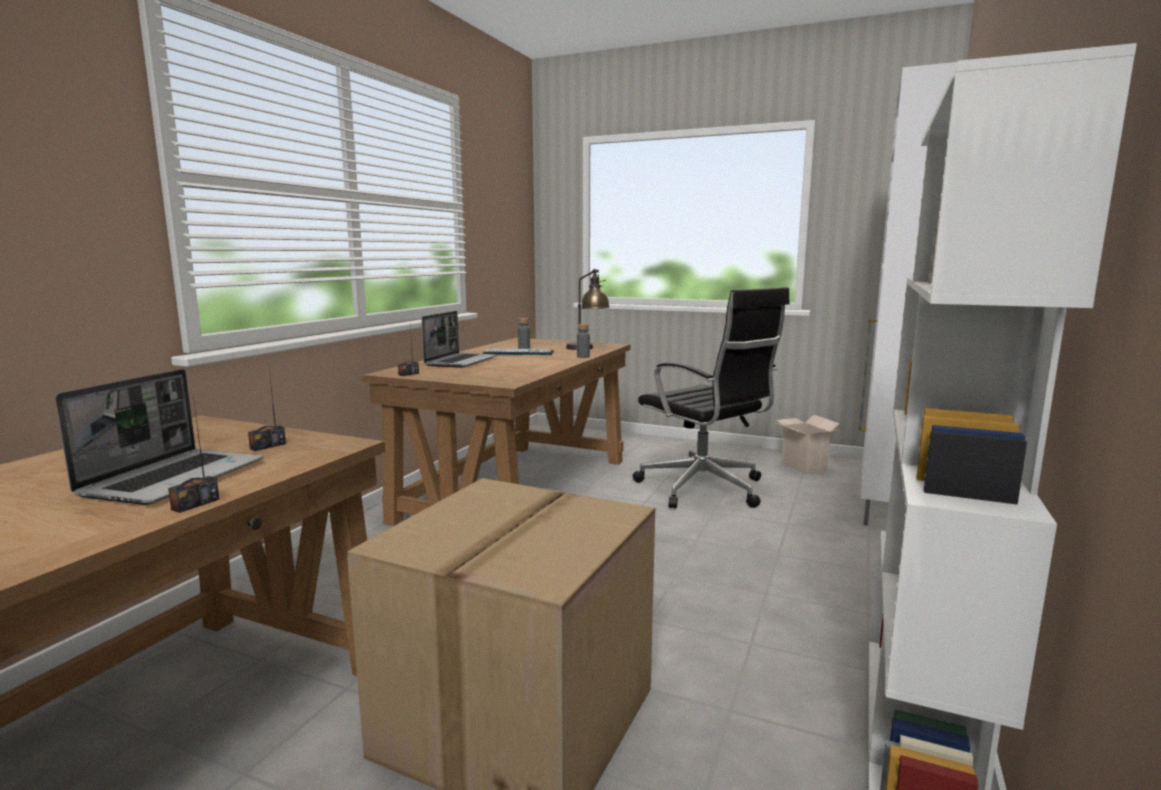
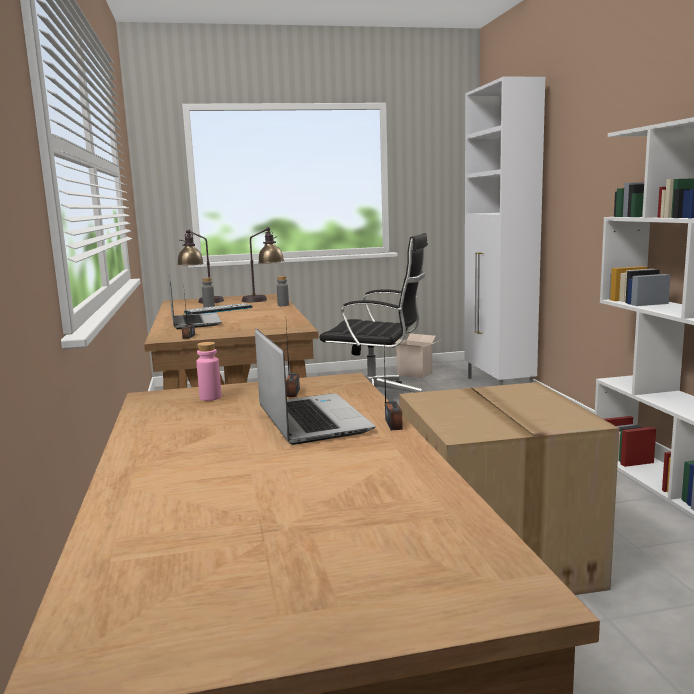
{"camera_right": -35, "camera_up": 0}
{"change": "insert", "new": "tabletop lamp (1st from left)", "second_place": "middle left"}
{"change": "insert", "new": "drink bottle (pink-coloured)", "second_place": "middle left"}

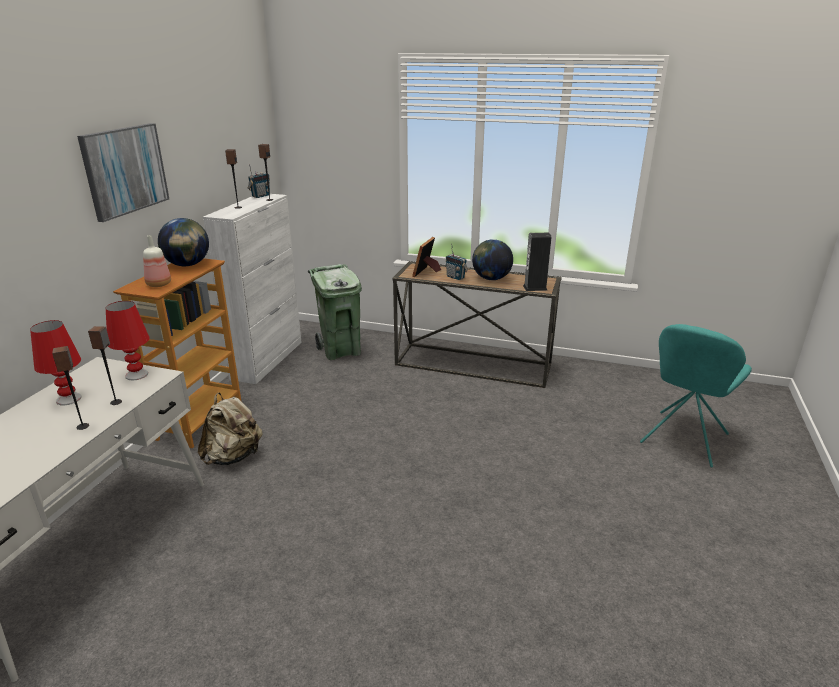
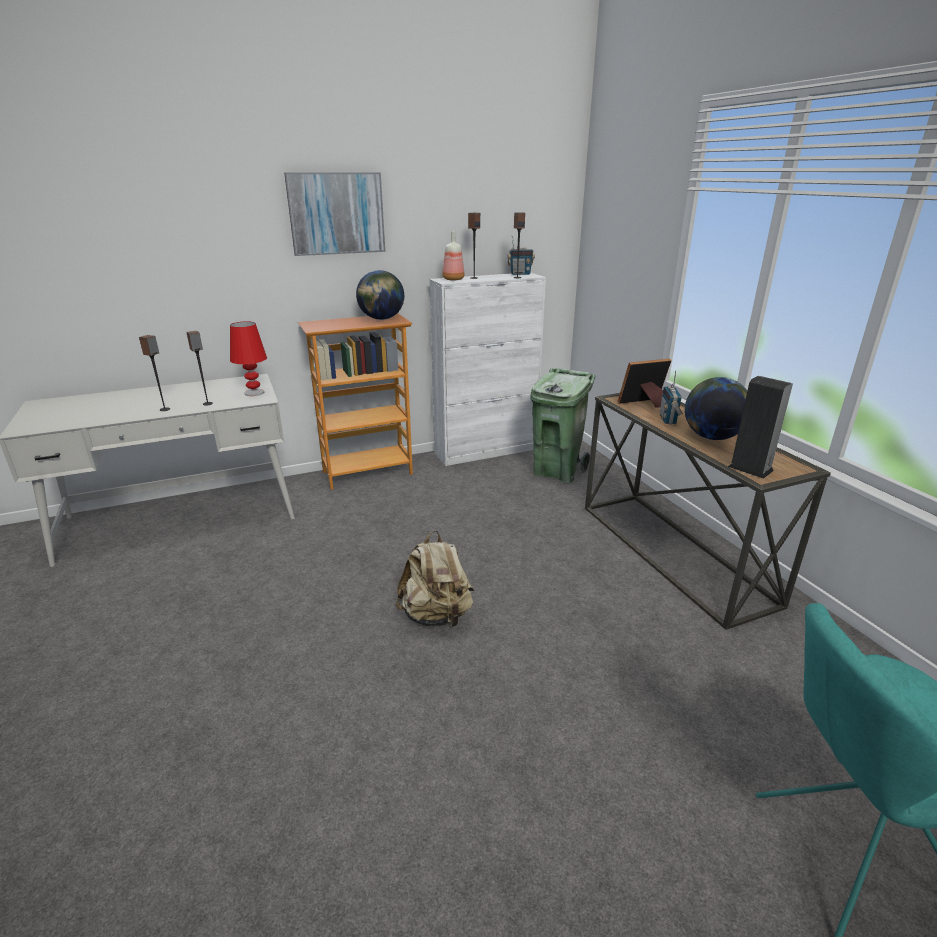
{"camera_right": 50, "camera_up": 0}
{"change": "move", "old": "drink bottle", "first_place": "middle left", "second_place": "top centre"}
{"change": "delete", "old": "tabletop lamp (red-coloured) (1st from left)", "first_place": "middle left"}
{"change": "move", "old": "rucksack (sand-coloured)", "first_place": "middle left", "second_place": "centre"}

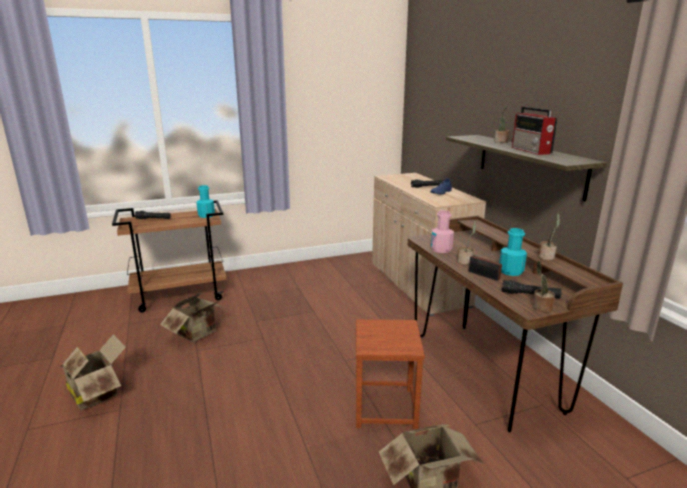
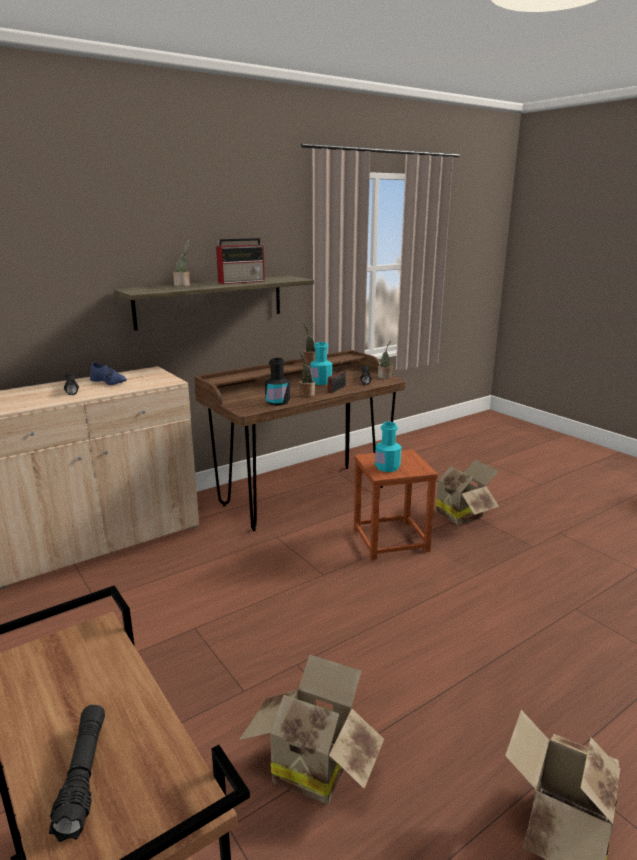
{"camera_right": -105, "camera_up": 0}
{"change": "move", "old": "drink bottle (turquoise-coloured) (1st from left in the first image)", "new": "drink bottle (turquoise-coloured) (2nd from left)", "first_place": "middle left", "second_place": "centre"}
{"change": "recolor", "old": "drink bottle (pink-coloured)", "new": "drink bottle (black-coloured)", "first_place": "centre", "second_place": "centre"}

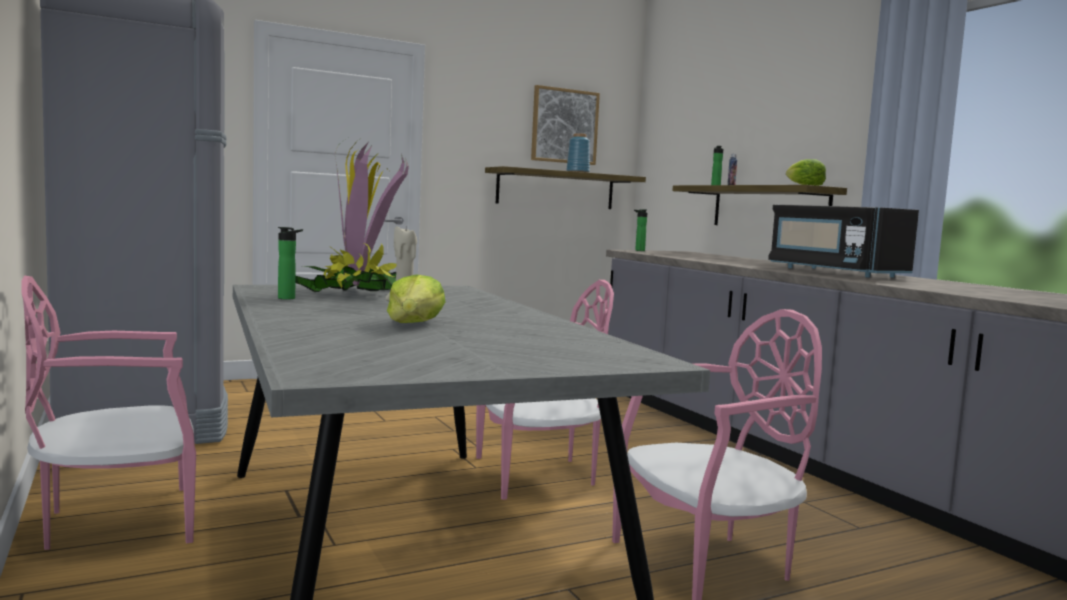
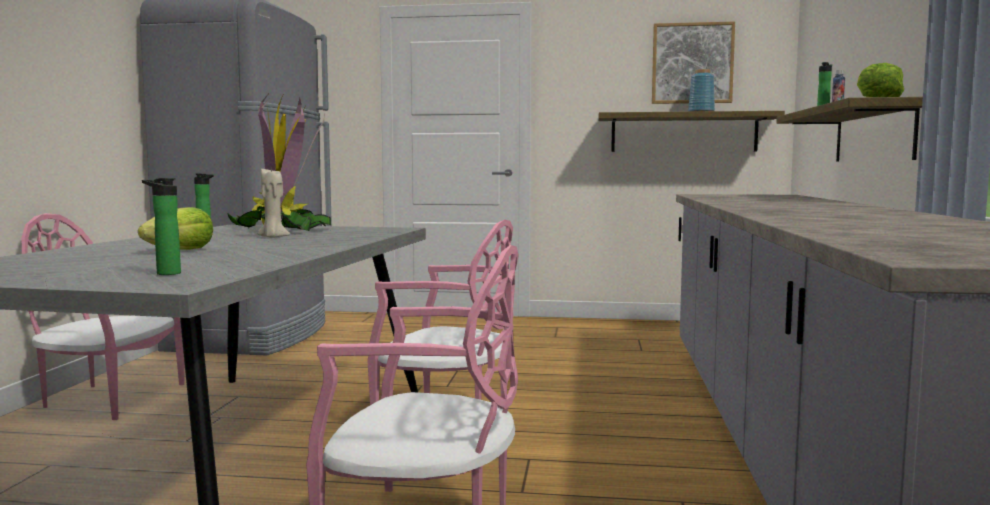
{"camera_right": 35, "camera_up": 0}
{"change": "delete", "old": "microwave (black-coloured)", "first_place": "middle right"}
{"change": "move", "old": "drink bottle (2nd from left in the first image)", "new": "drink bottle (1st from left)", "first_place": "centre", "second_place": "middle left"}

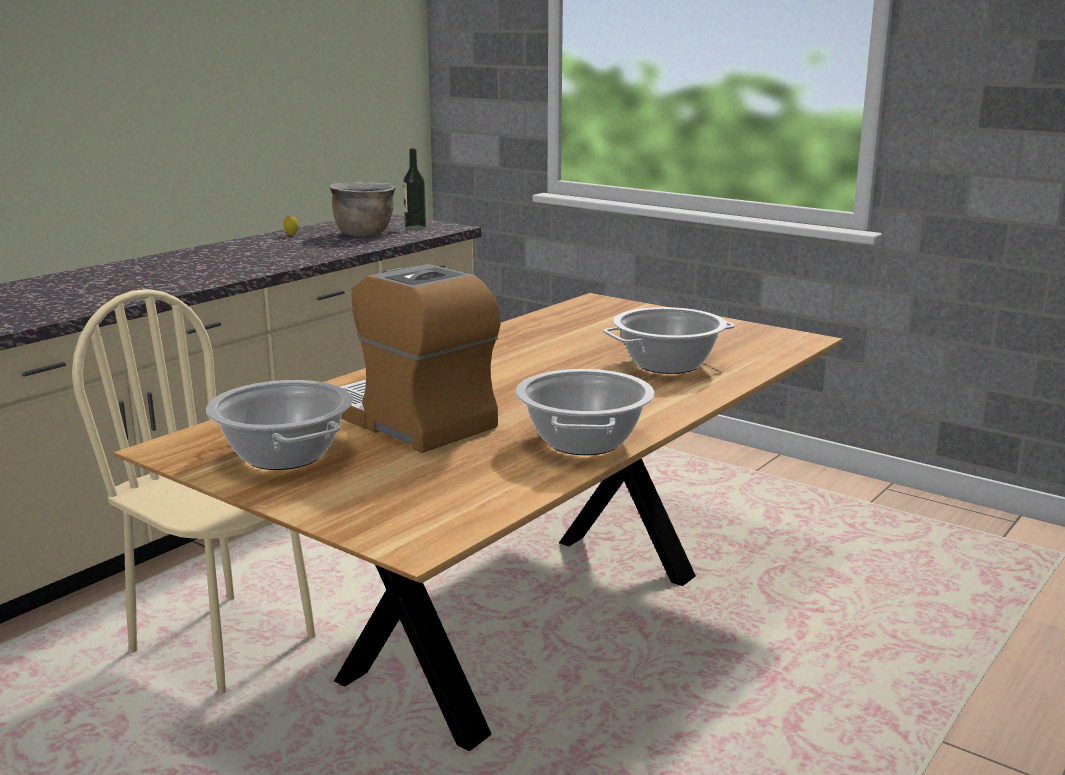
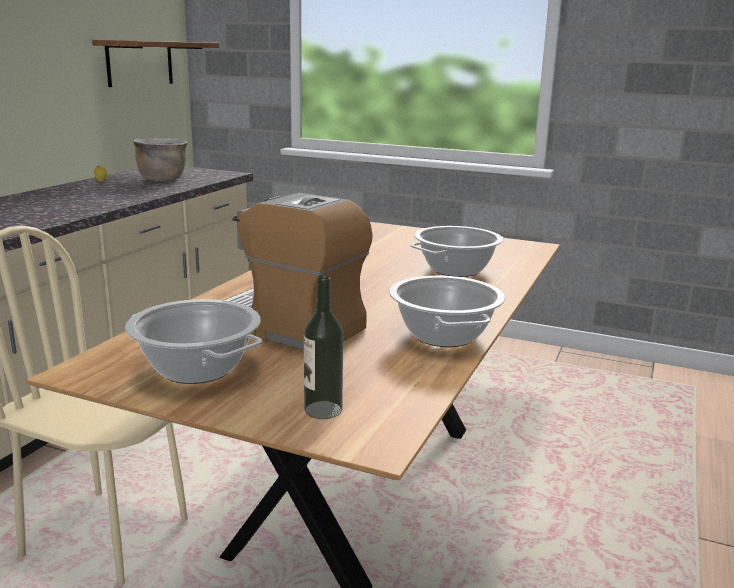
{"camera_right": -15, "camera_up": 0}
{"change": "move", "old": "drink bottle", "first_place": "top centre", "second_place": "centre"}
{"change": "insert", "new": "shelf", "second_place": "top left"}

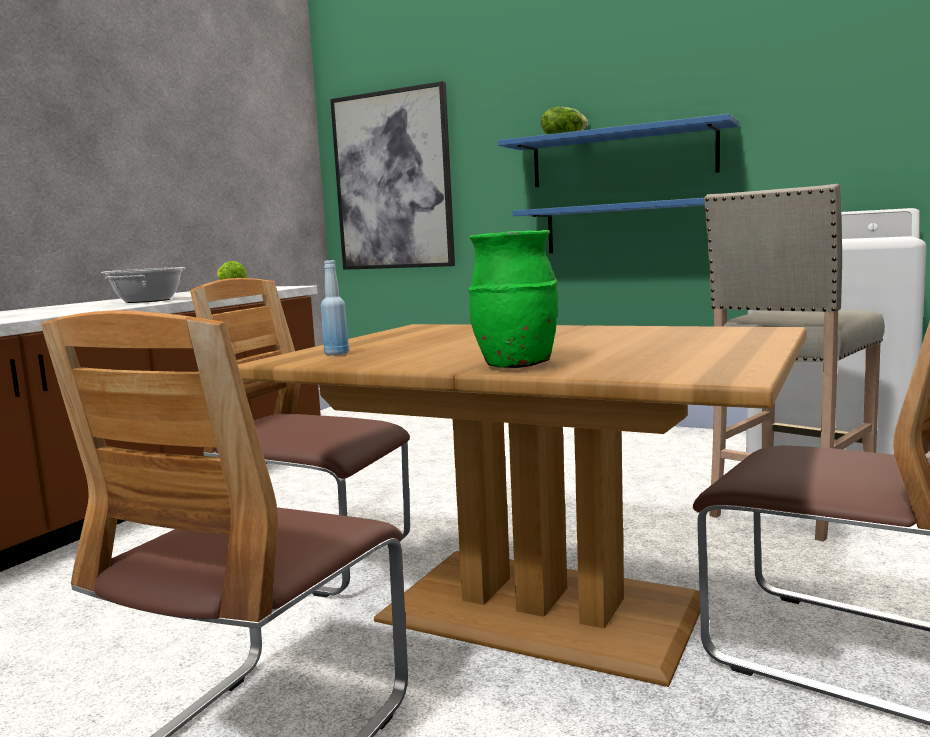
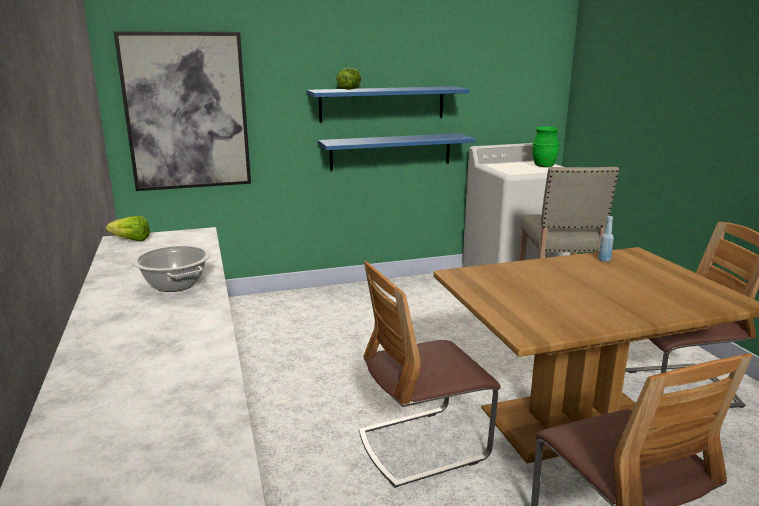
{"camera_right": -45, "camera_up": 10}
{"change": "move", "old": "decorative vase (greenish)", "first_place": "centre", "second_place": "top right"}
{"change": "move", "old": "drink bottle (bluish)", "first_place": "centre", "second_place": "middle right"}

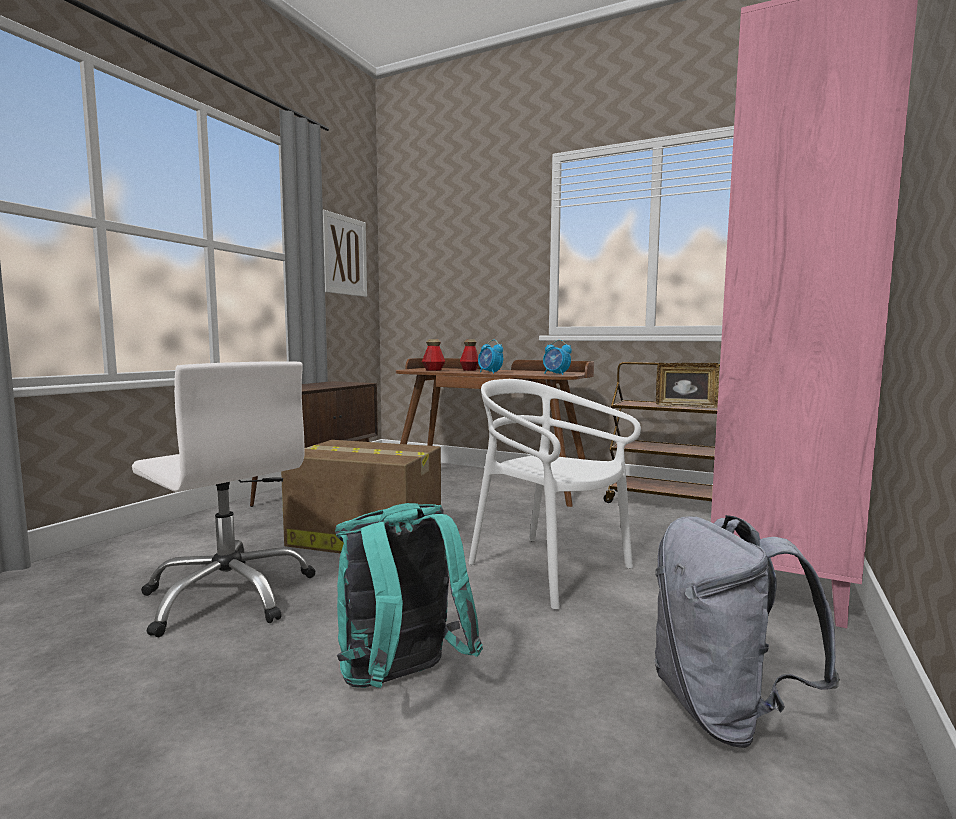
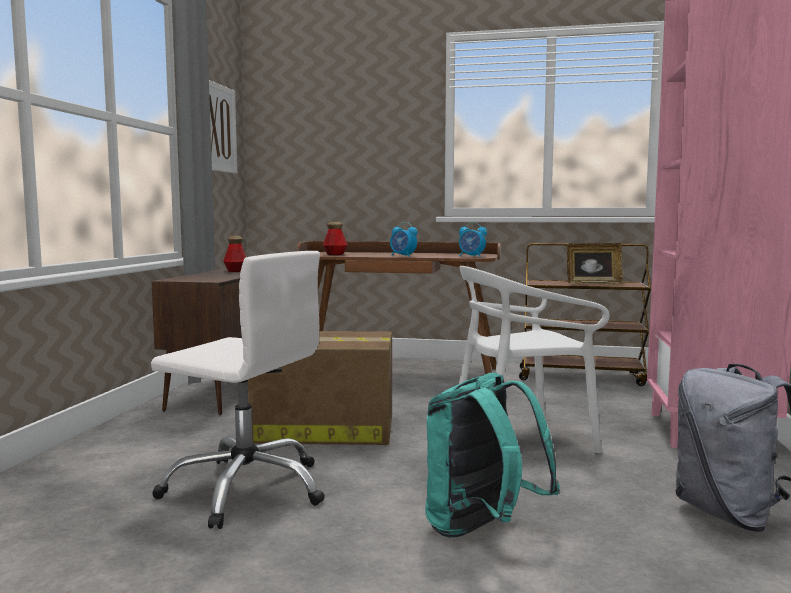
{"camera_right": -15, "camera_up": 0}
{"change": "move", "old": "drink bottle (2nd from left in the first image)", "new": "drink bottle (1st from left)", "first_place": "centre", "second_place": "middle left"}
{"change": "rotate", "old": "plain chair (white-coloured)", "first_place": "centre", "second_place": "middle right", "degrees": -45}

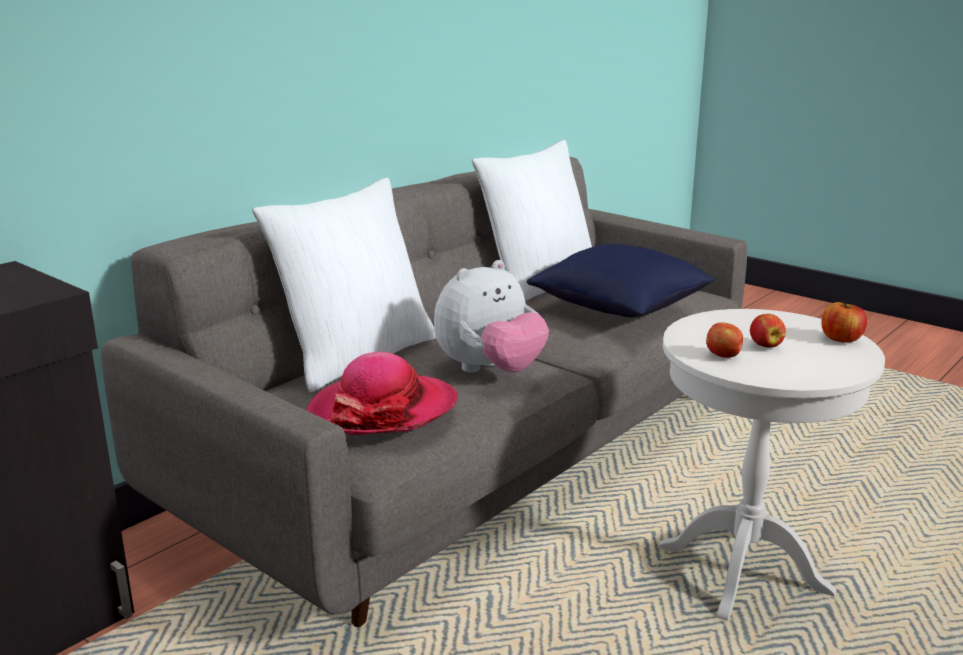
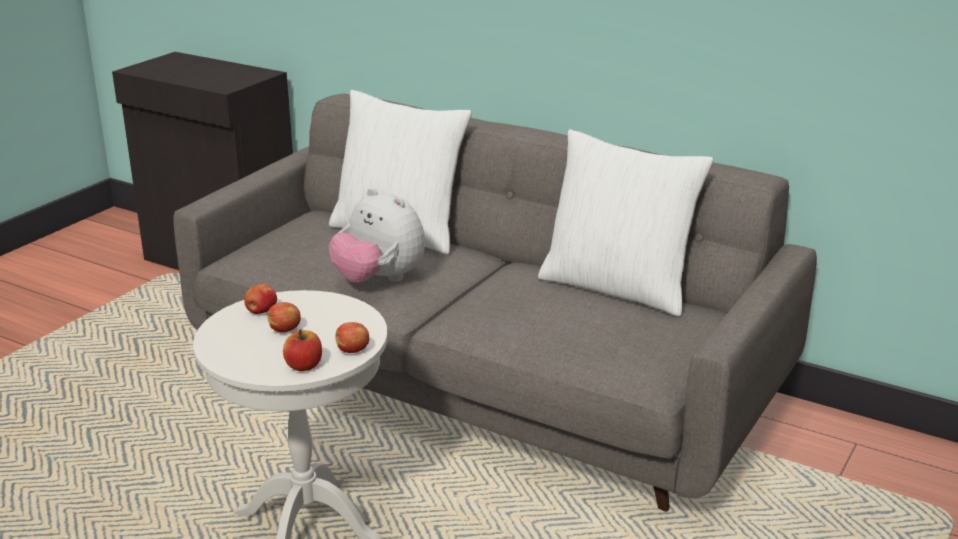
{"camera_right": 80, "camera_up": 5}
{"change": "delete", "old": "pillow (bluish)", "first_place": "centre"}
{"change": "delete", "old": "hat", "first_place": "centre"}
{"change": "insert", "new": "whole apple (4th from left)", "second_place": "centre"}

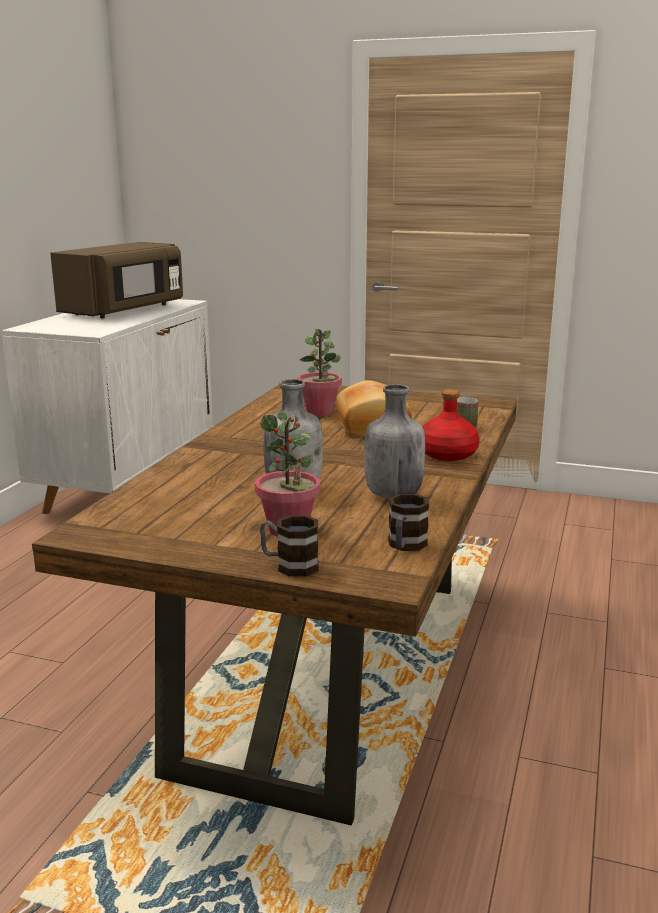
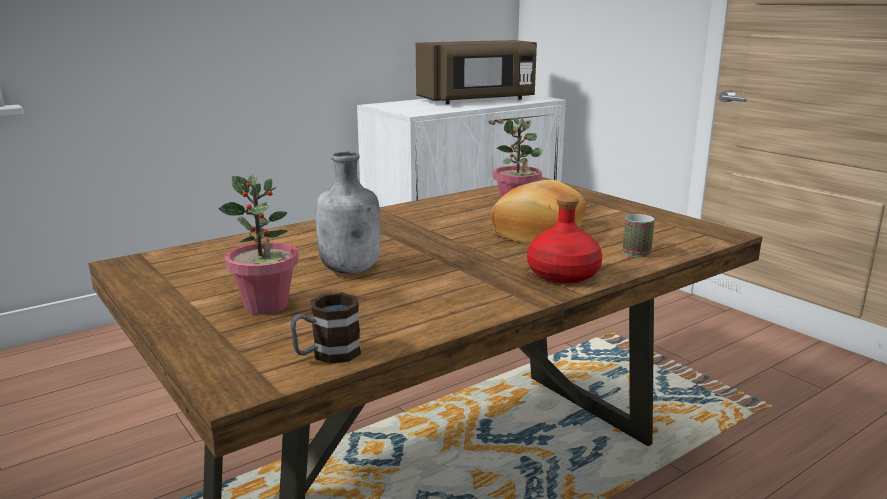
{"camera_right": 35, "camera_up": 0}
{"change": "delete", "old": "drink bottle (gray) (2nd from left)", "first_place": "centre"}
{"change": "delete", "old": "tea mug (1st from left)", "first_place": "centre"}

